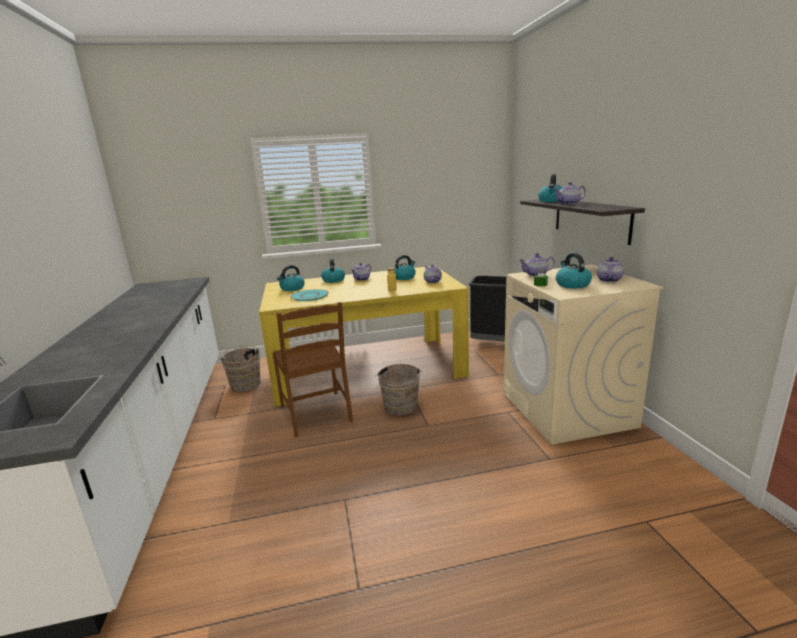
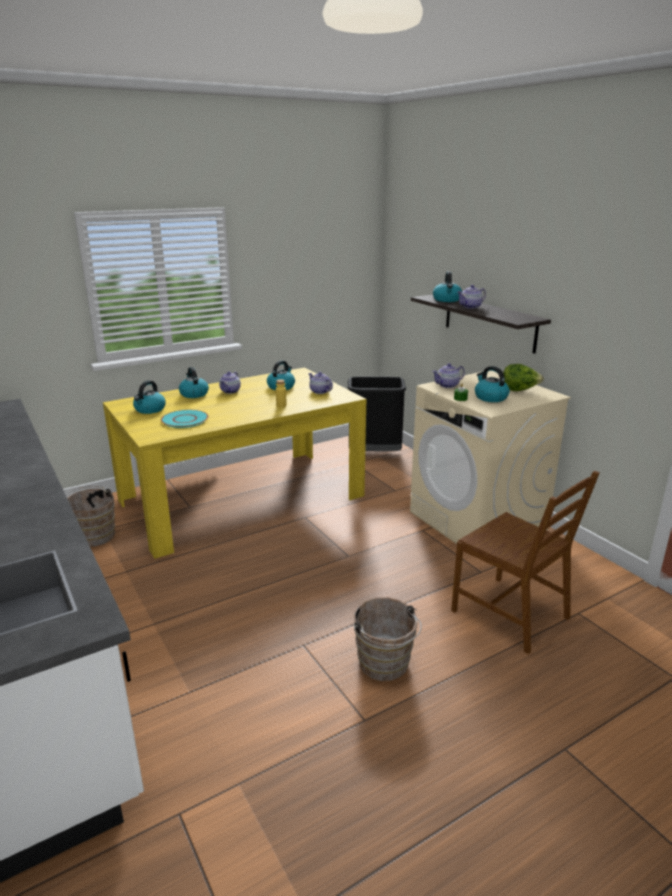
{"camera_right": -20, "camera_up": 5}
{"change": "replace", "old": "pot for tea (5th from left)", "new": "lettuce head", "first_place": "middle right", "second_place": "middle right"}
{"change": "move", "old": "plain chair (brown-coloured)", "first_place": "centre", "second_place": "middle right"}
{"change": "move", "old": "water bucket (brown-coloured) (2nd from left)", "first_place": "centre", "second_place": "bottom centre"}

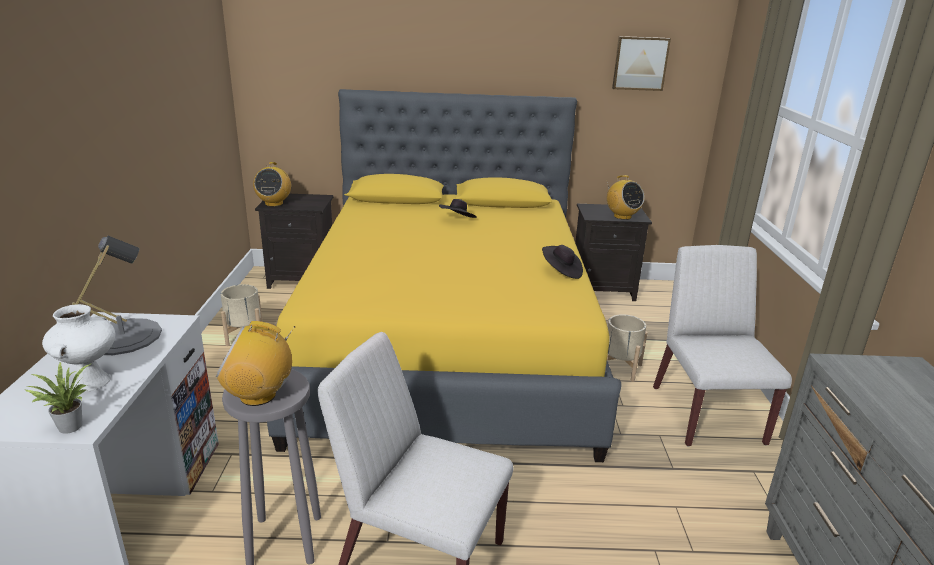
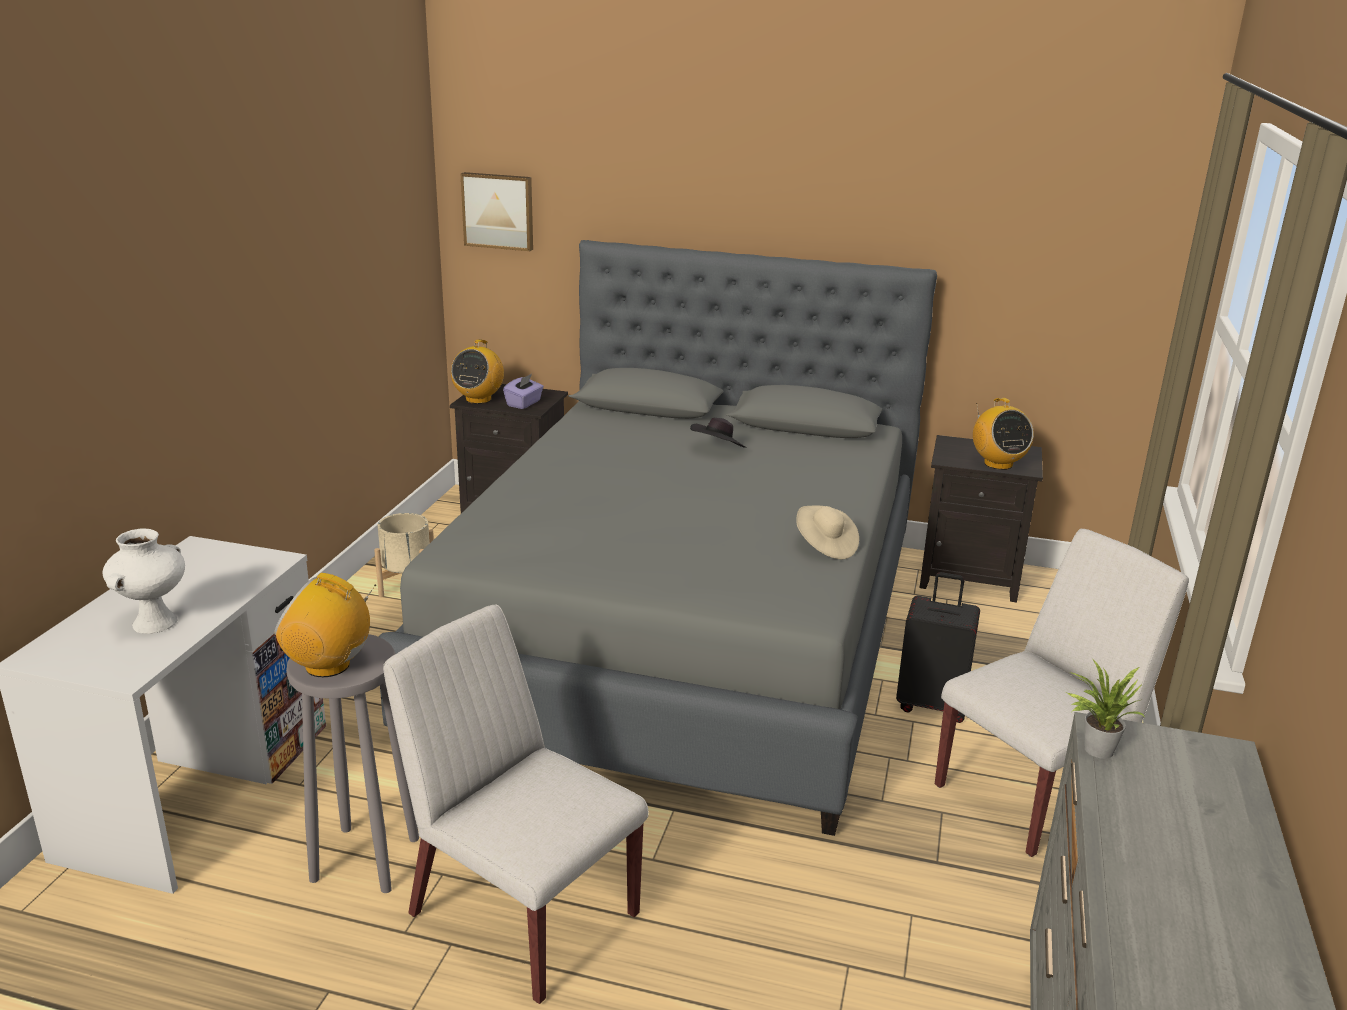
{"camera_right": 15, "camera_up": 0}
{"change": "move", "old": "picture", "first_place": "top right", "second_place": "top centre"}
{"change": "recolor", "old": "sleeping bed (yellow)", "new": "sleeping bed (gray)", "first_place": "centre", "second_place": "centre"}
{"change": "delete", "old": "tabletop lamp (gray)", "first_place": "middle left"}
{"change": "recolor", "old": "hat (black-coloured) (2nd from left)", "new": "hat (sand-coloured)", "first_place": "centre", "second_place": "centre"}
{"change": "rotate", "old": "plain chair (white-coloured) (2nd from left)", "first_place": "middle right", "second_place": "bottom right", "degrees": 45}
{"change": "replace", "old": "plant pot (sand-coloured) (2nd from left)", "new": "suitcase (black-coloured)", "first_place": "middle right", "second_place": "middle right"}
{"change": "move", "old": "plant in a pot", "first_place": "bottom left", "second_place": "bottom right"}
{"change": "insert", "new": "tissue holder (purple-coloured)", "second_place": "centre"}

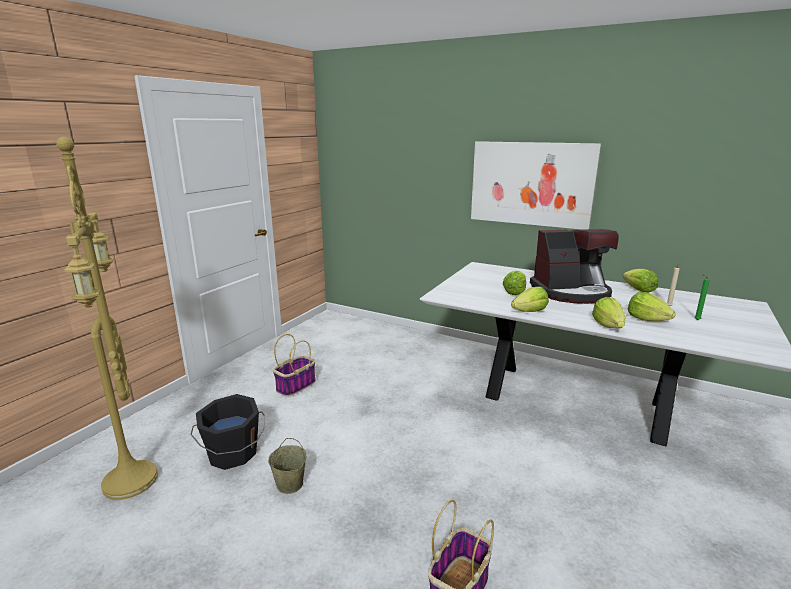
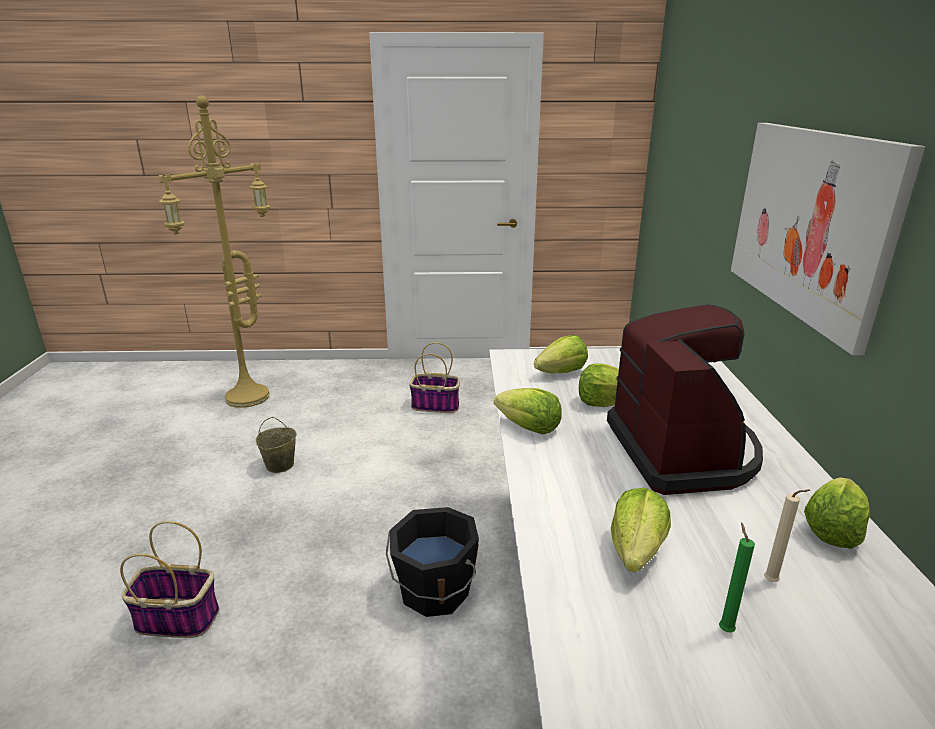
{"camera_right": 60, "camera_up": 5}
{"change": "rotate", "old": "coffee machine", "first_place": "middle right", "second_place": "middle right", "degrees": -150}
{"change": "move", "old": "lettuce head (3rd from left in the first image)", "new": "lettuce head (2nd from left)", "first_place": "middle right", "second_place": "centre"}
{"change": "move", "old": "water bucket (black-coloured)", "first_place": "bottom left", "second_place": "bottom centre"}

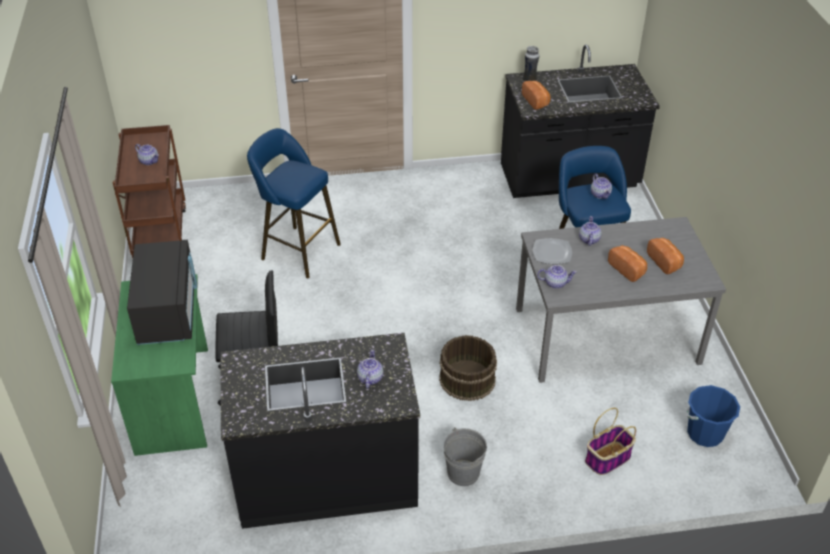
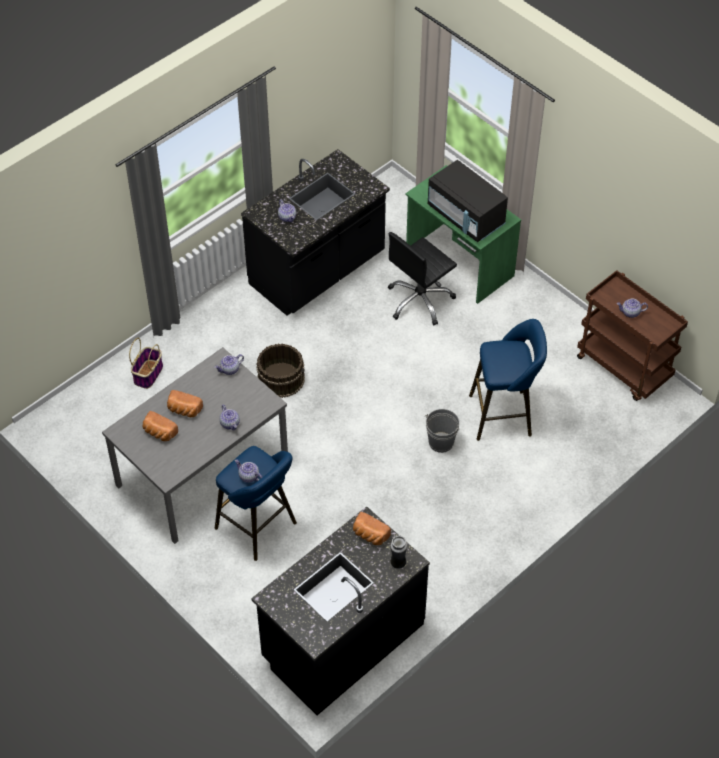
{"camera_right": 145, "camera_up": 10}
{"change": "delete", "old": "flat dish", "first_place": "centre"}
{"change": "delete", "old": "water bucket (bluish)", "first_place": "bottom right"}
{"change": "move", "old": "water bucket (gray)", "first_place": "bottom centre", "second_place": "centre"}

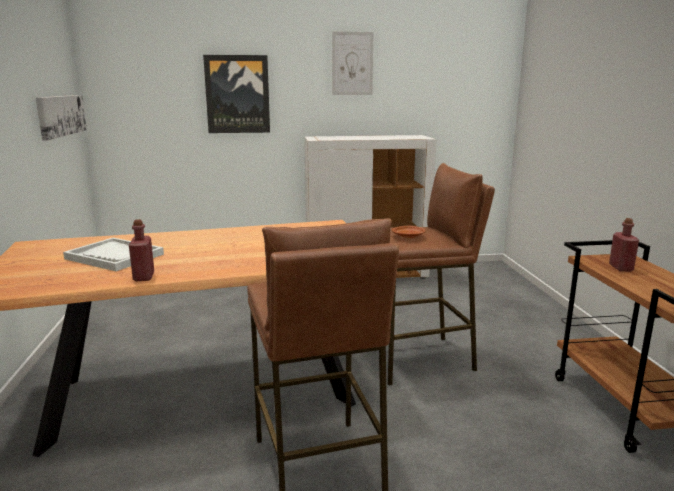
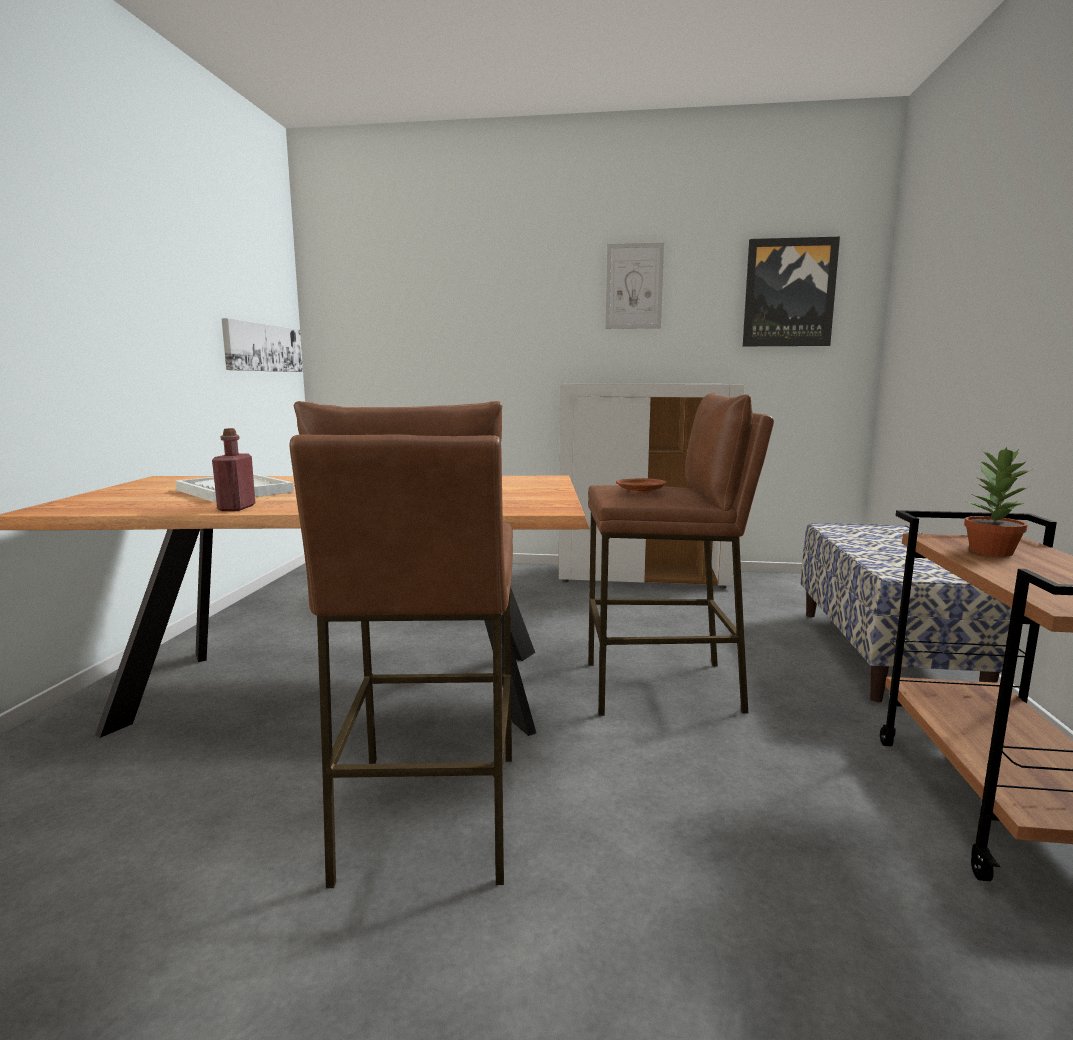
{"camera_right": 15, "camera_up": -5}
{"change": "move", "old": "picture (2nd from left in the first image)", "new": "picture (3rd from left)", "first_place": "top centre", "second_place": "top right"}
{"change": "replace", "old": "drink bottle (red-coloured) (2nd from left)", "new": "plant in a pot", "first_place": "middle right", "second_place": "middle right"}
{"change": "insert", "new": "bench", "second_place": "middle right"}

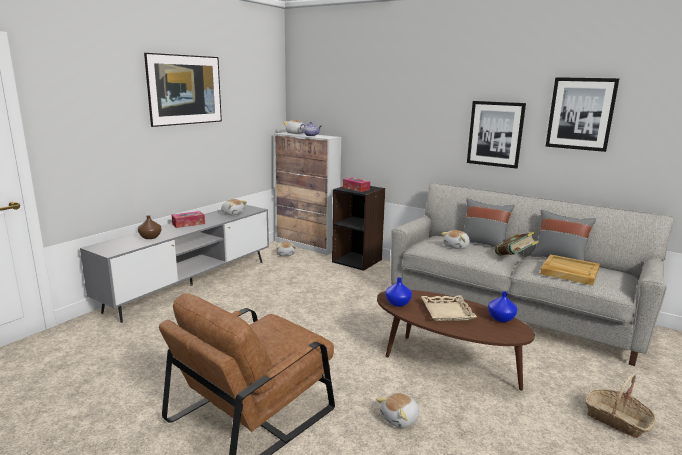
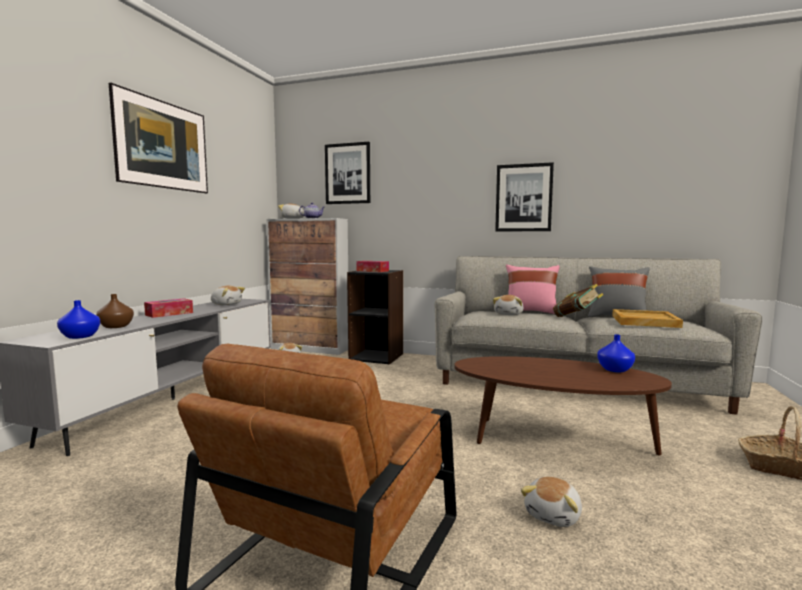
{"camera_right": -15, "camera_up": -10}
{"change": "move", "old": "picture (3rd from left in the first image)", "new": "picture (2nd from left)", "first_place": "top right", "second_place": "top centre"}
{"change": "recolor", "old": "pillow (gray) (1st from left)", "new": "pillow (pink-coloured)", "first_place": "middle right", "second_place": "centre"}
{"change": "move", "old": "decorative vase (bluish) (1st from left)", "first_place": "centre", "second_place": "middle left"}
{"change": "delete", "old": "serving tray (sand-coloured) (1st from left)", "first_place": "bottom centre"}

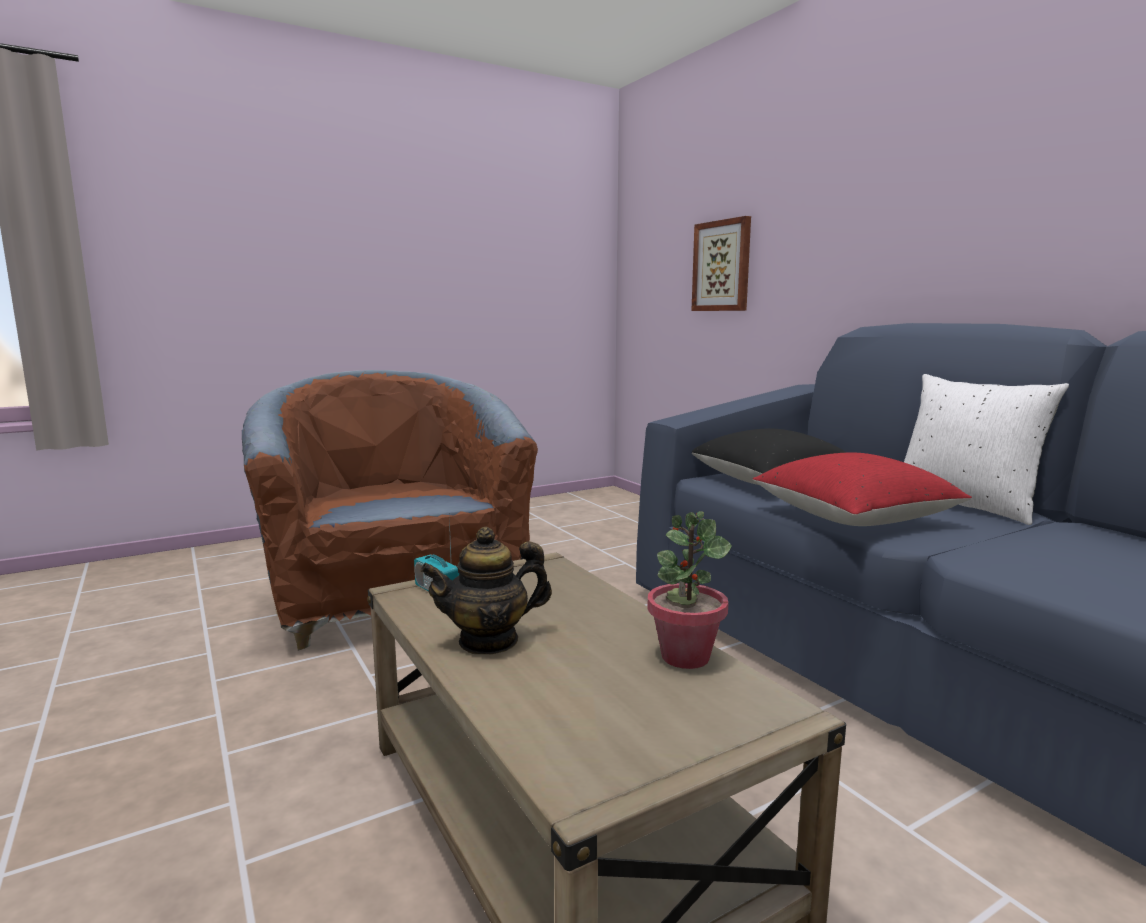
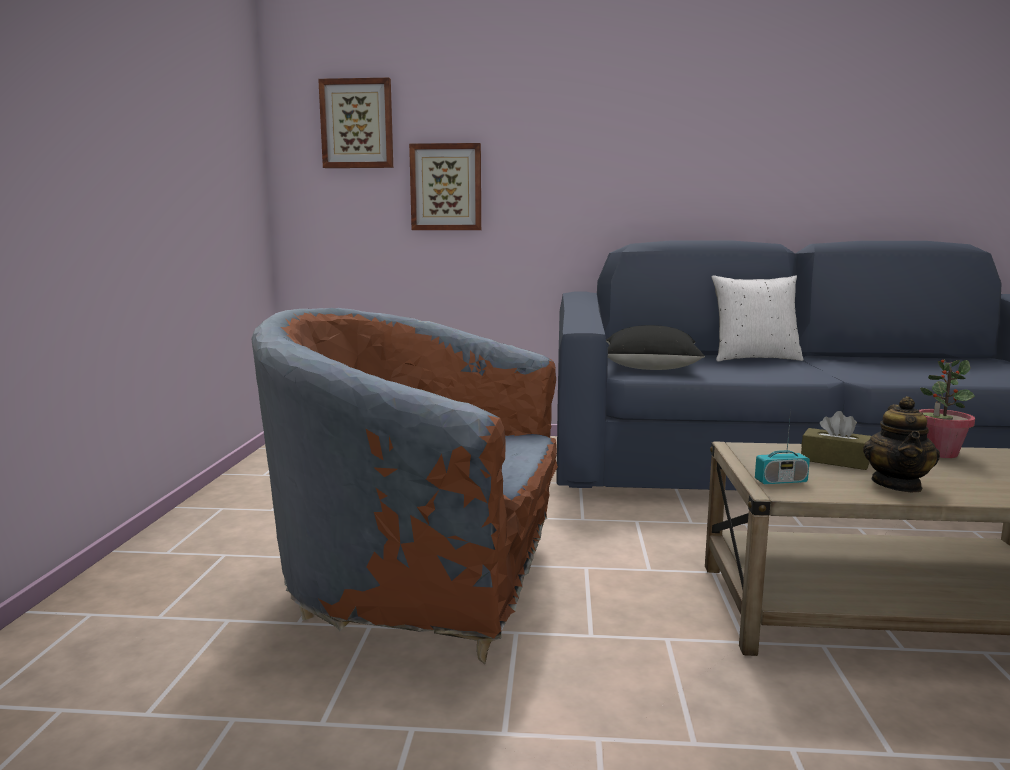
{"camera_right": -55, "camera_up": 0}
{"change": "delete", "old": "pillow (red-coloured)", "first_place": "middle right"}
{"change": "insert", "new": "picture (1st from left)", "second_place": "top centre"}
{"change": "insert", "new": "tissue holder (brown-coloured)", "second_place": "middle right"}

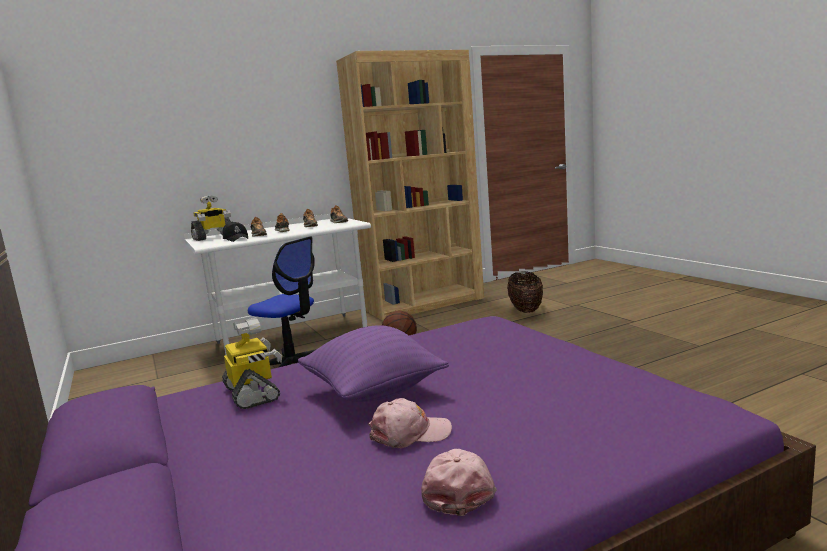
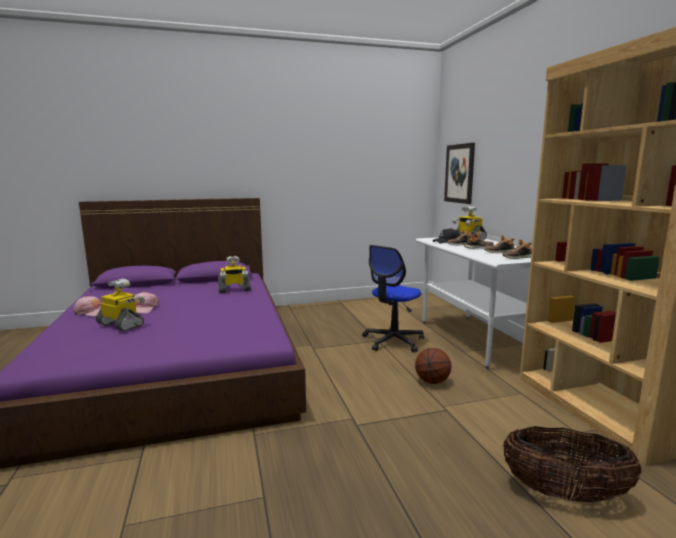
{"camera_right": 100, "camera_up": 0}
{"change": "delete", "old": "pillow (purple-coloured)", "first_place": "centre"}
{"change": "insert", "new": "picture", "second_place": "top right"}
{"change": "insert", "new": "model robot (1st from left)", "second_place": "middle left"}

